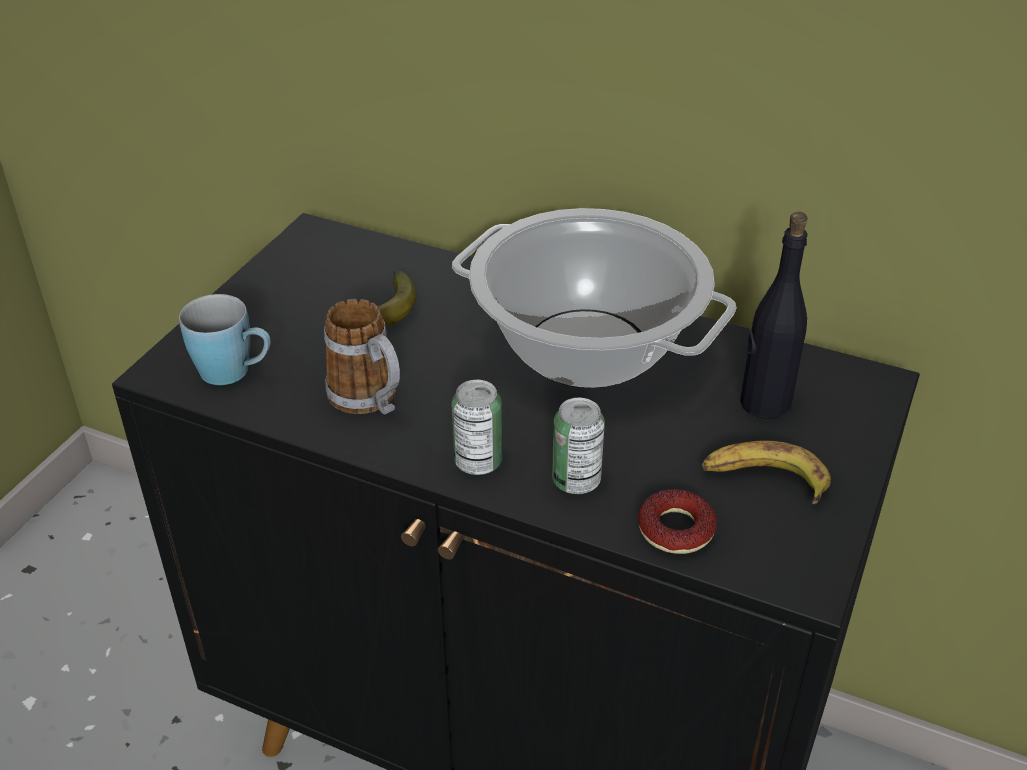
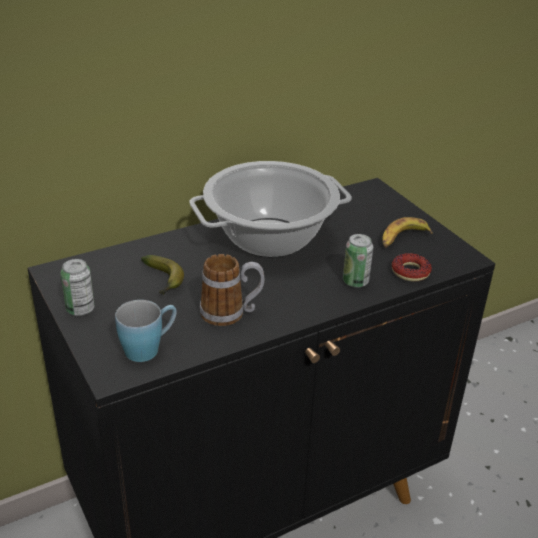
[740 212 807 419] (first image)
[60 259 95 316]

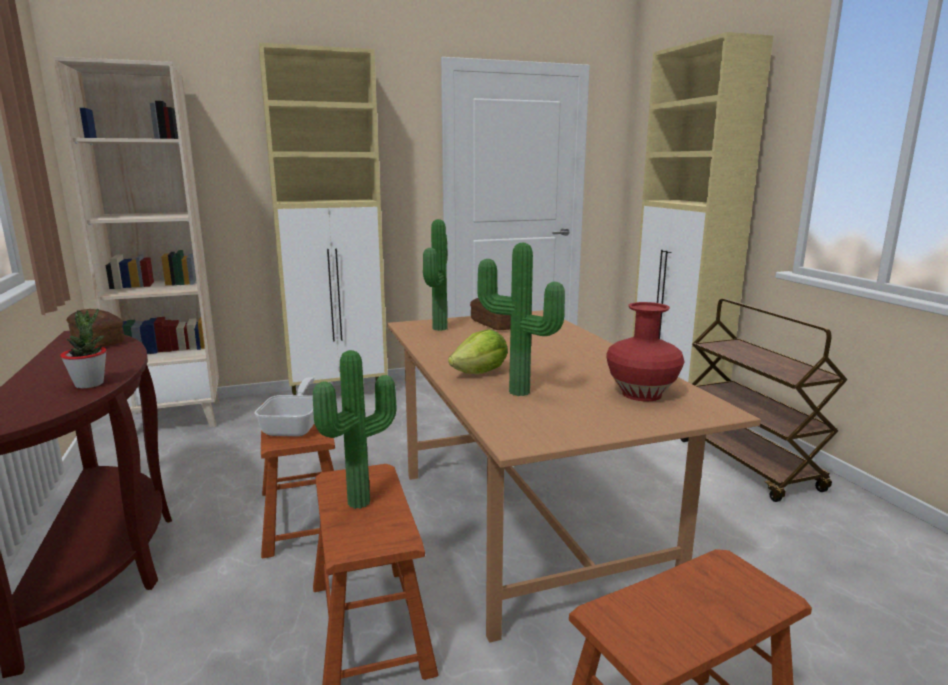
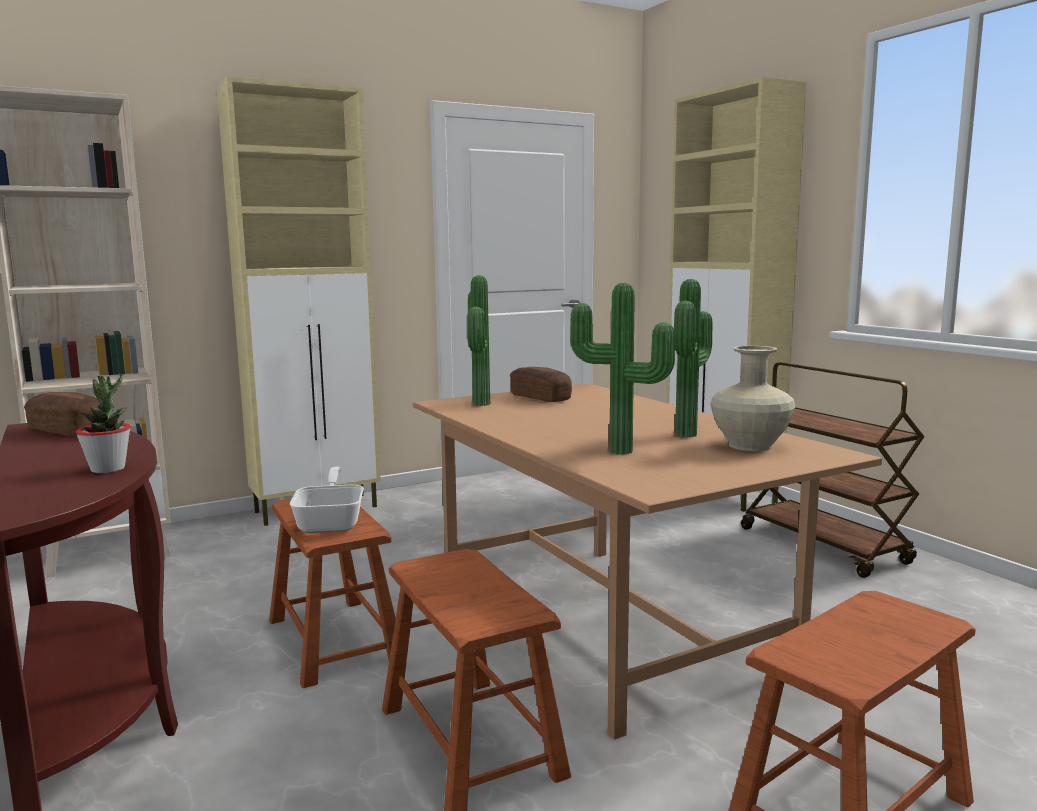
[448 330 508 374] (first image)
[674 279 712 438]
[710 346 795 451]

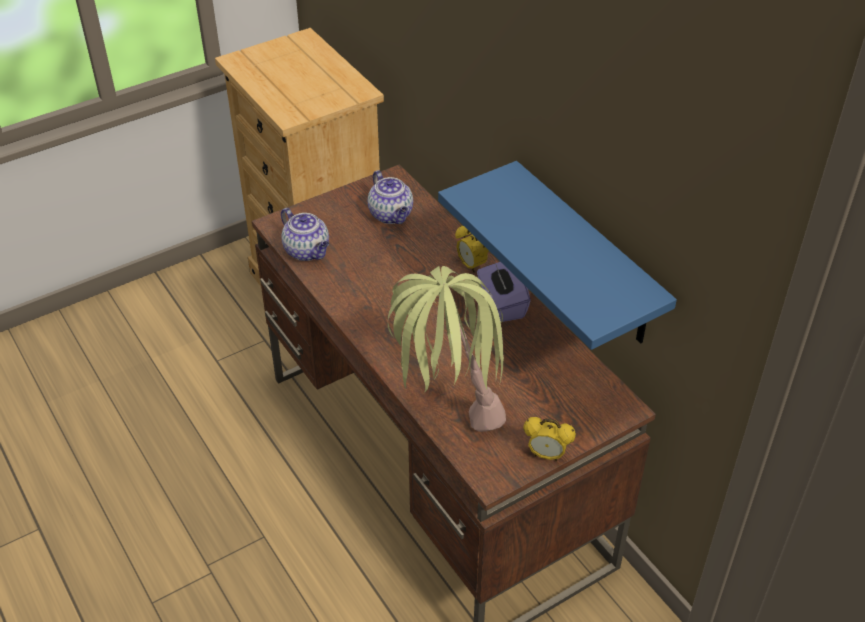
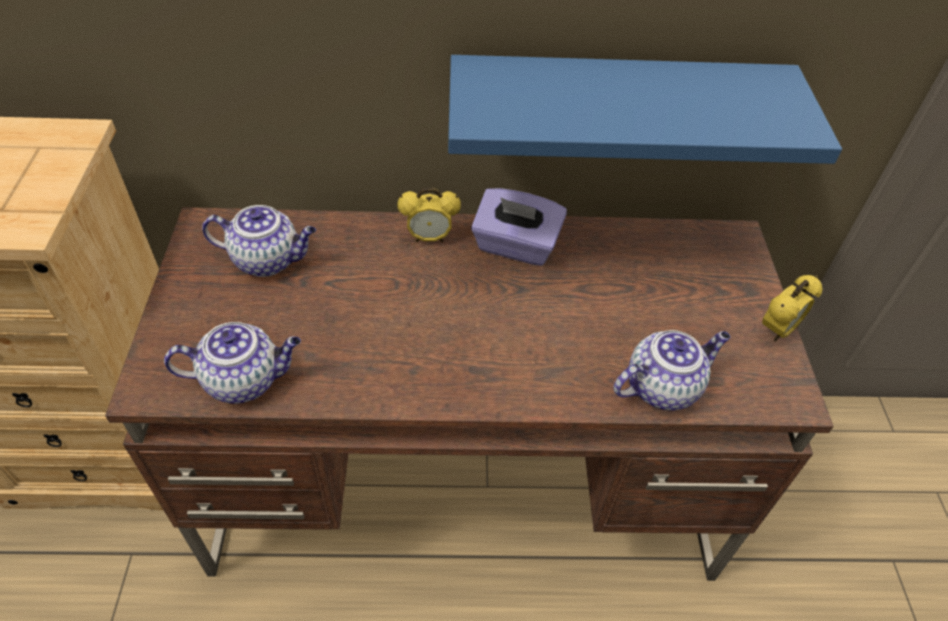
[613 330 730 410]

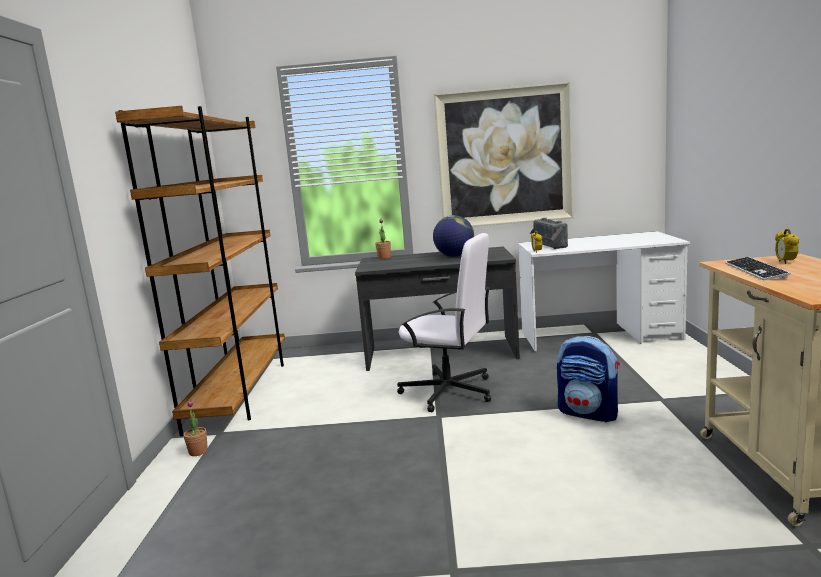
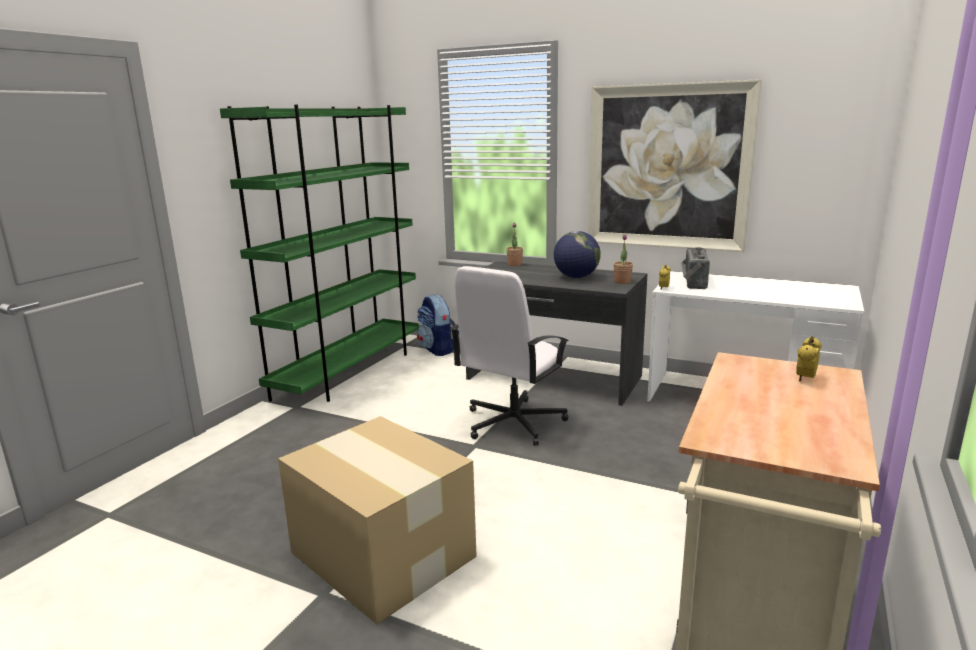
[725 257 791 280] (first image)
[278 416 477 624]
[614 235 633 284]
[417 294 459 356]
[220 105 419 402]
[450 266 569 446]

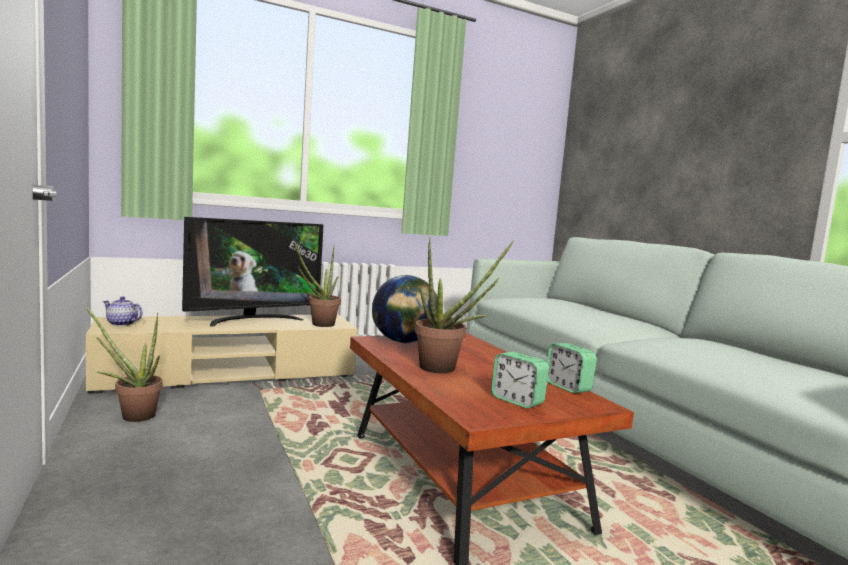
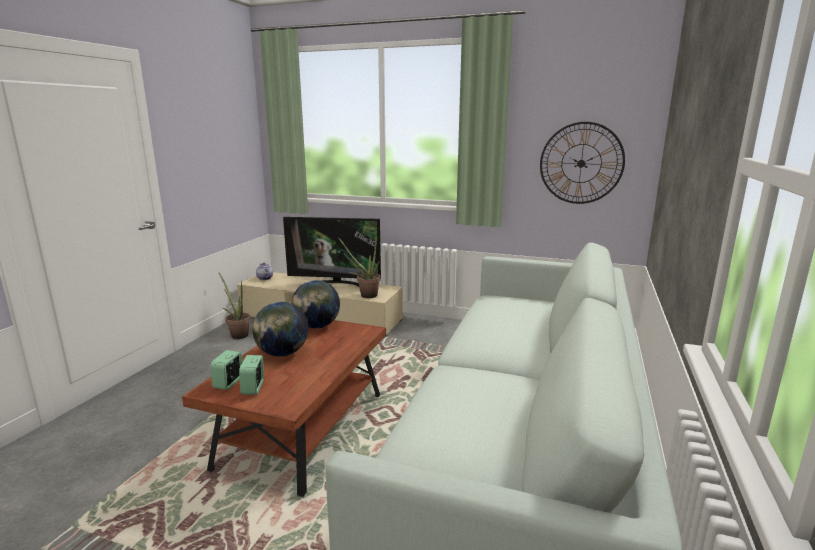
[540 122 625 204]
[211 350 242 390]
[252 302 308 357]

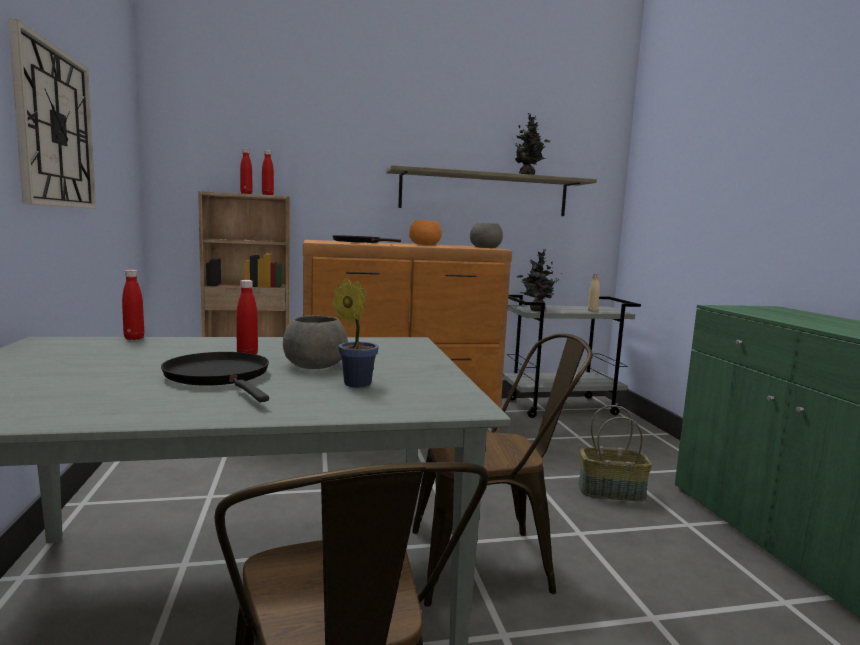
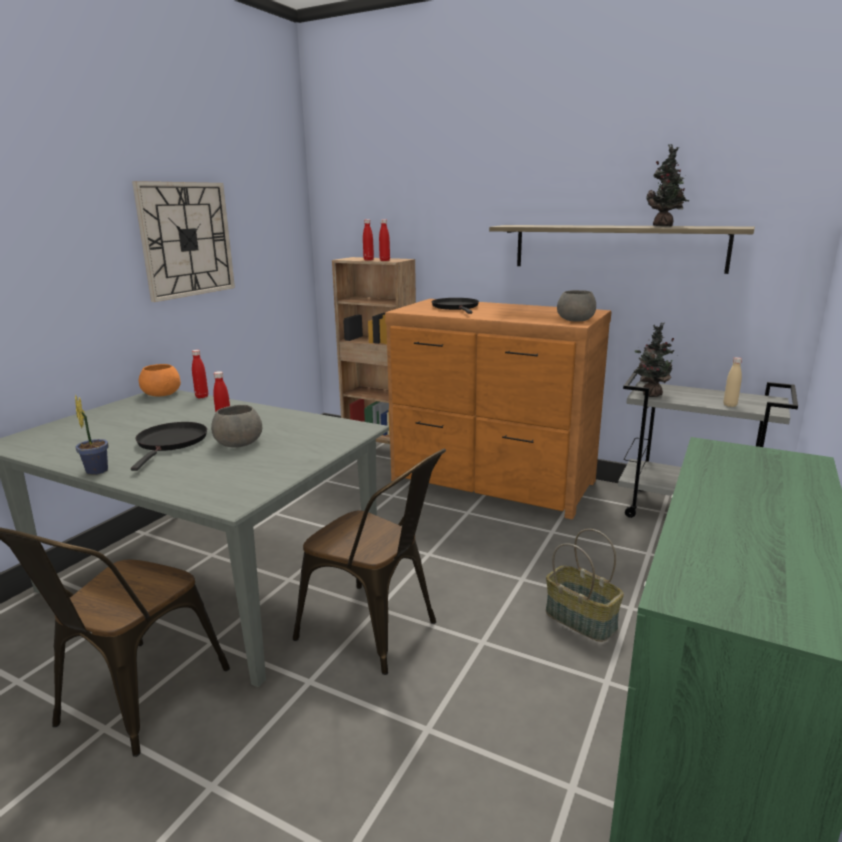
[75 395 108 475]
[139 364 181 397]

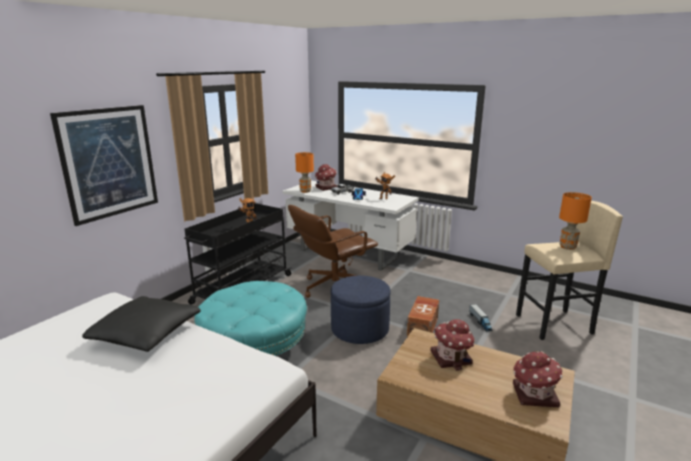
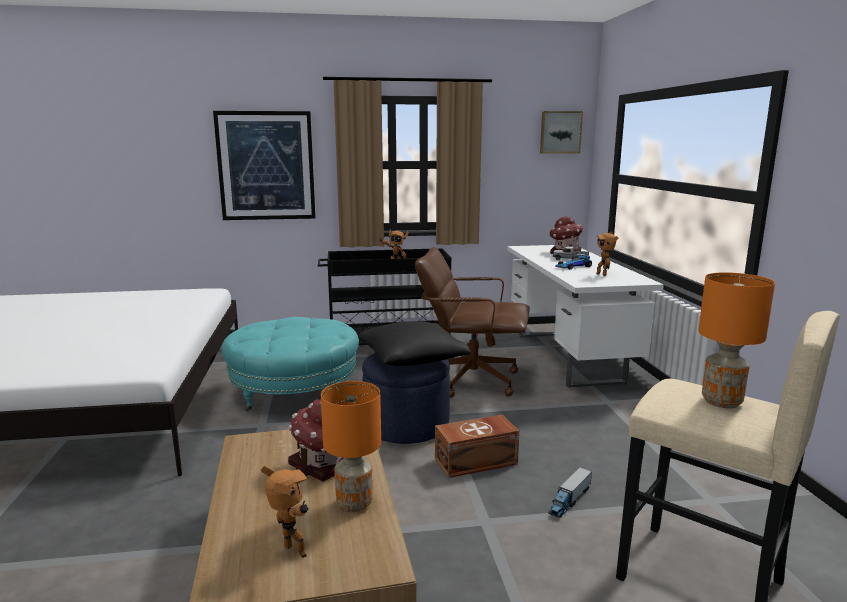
[540 111 583 154]
[358 321 471 366]
[321 381 381 513]
[261 466 309 558]

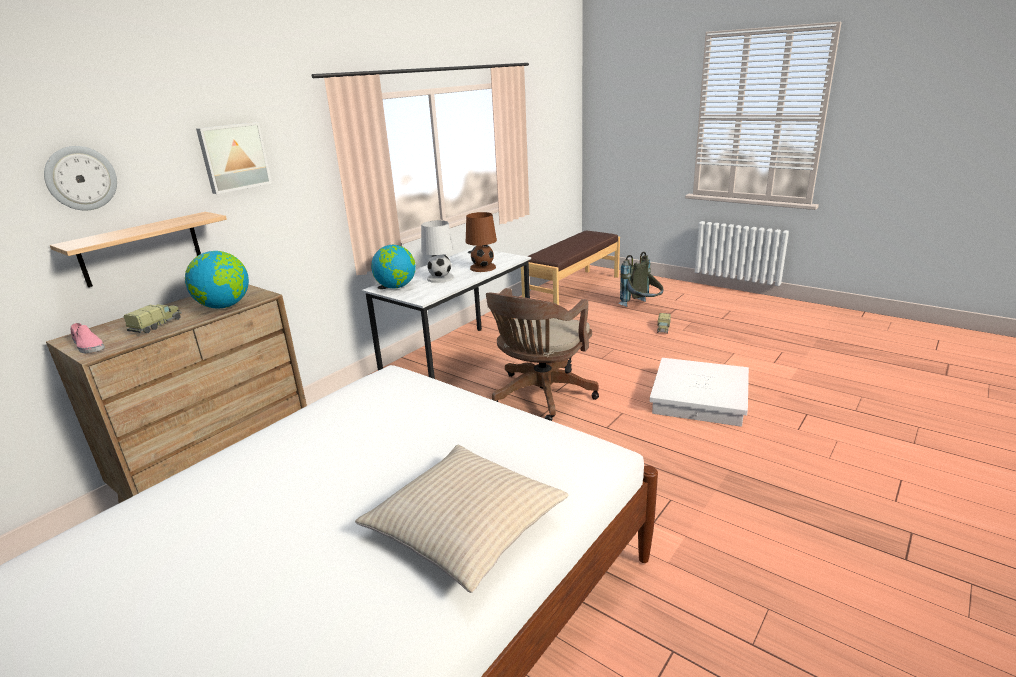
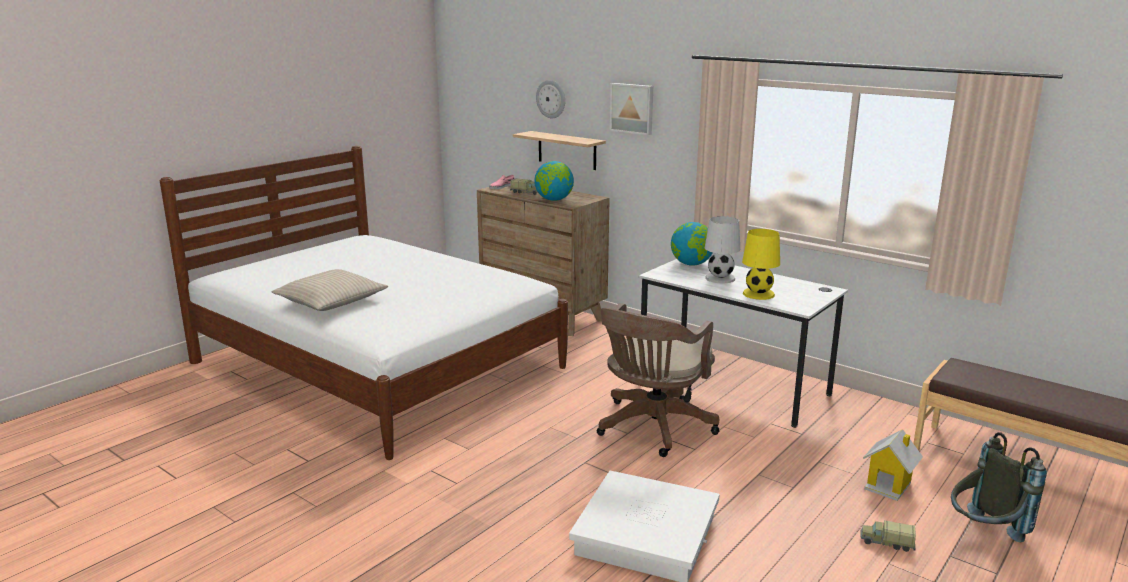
[863 429 923 501]
[742 229 780 300]
[597 303 719 457]

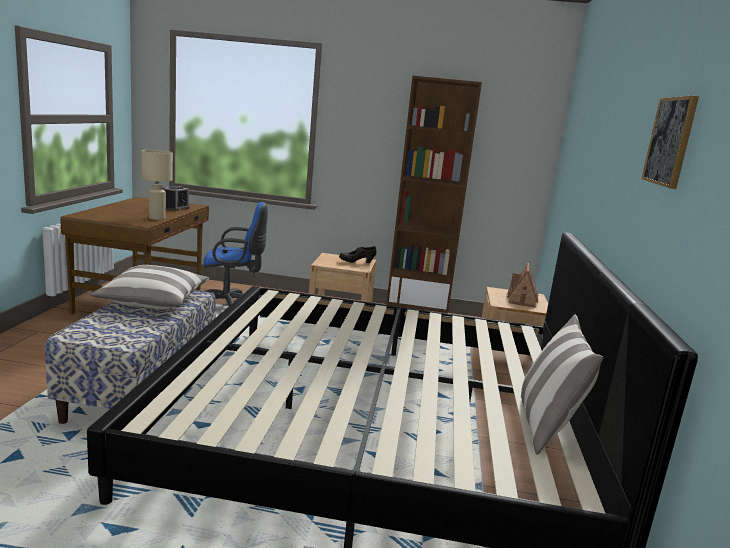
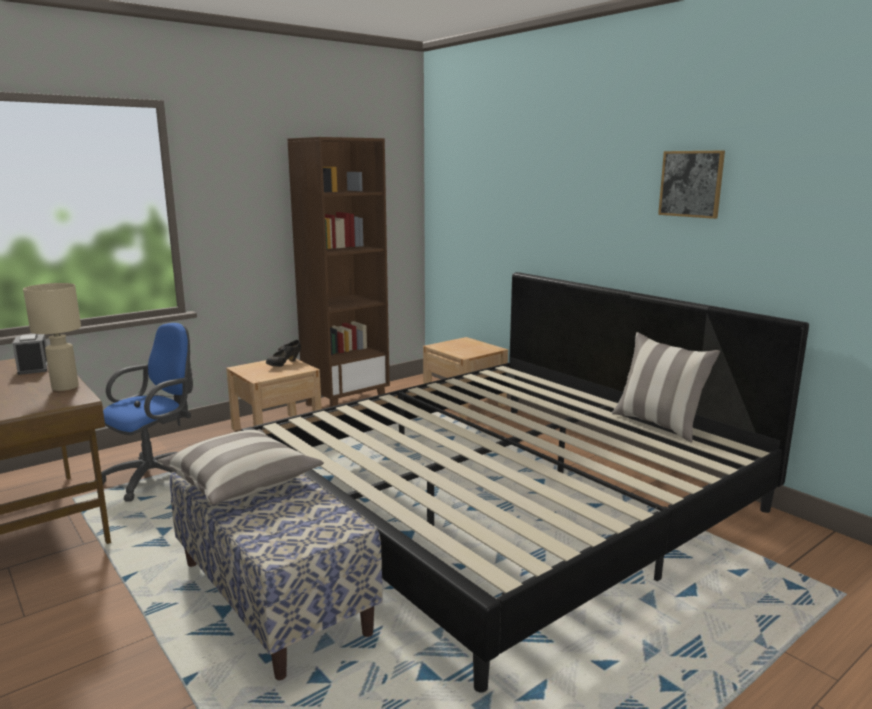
[506 263 538 308] (first image)

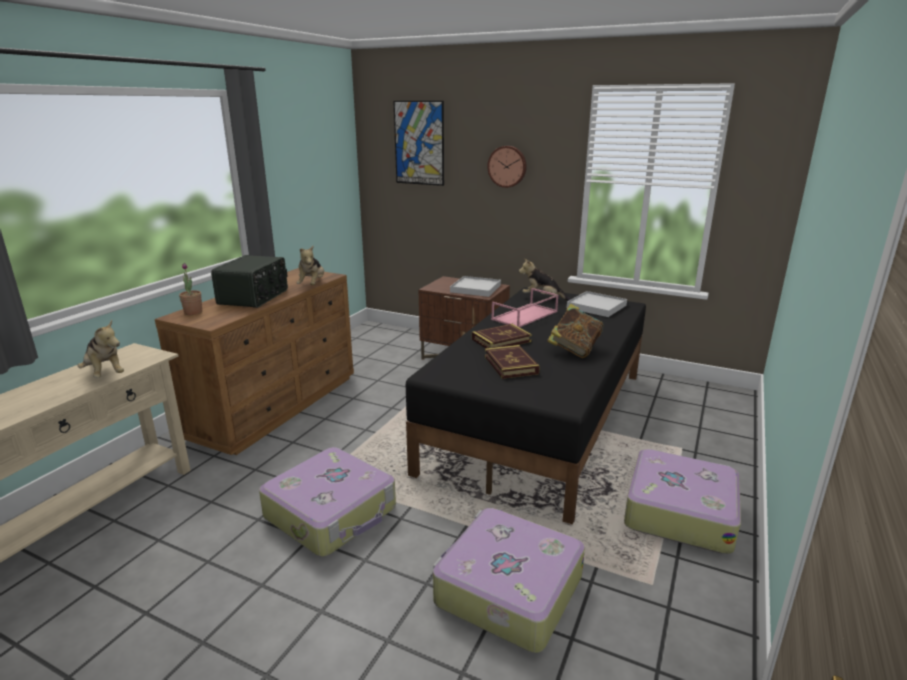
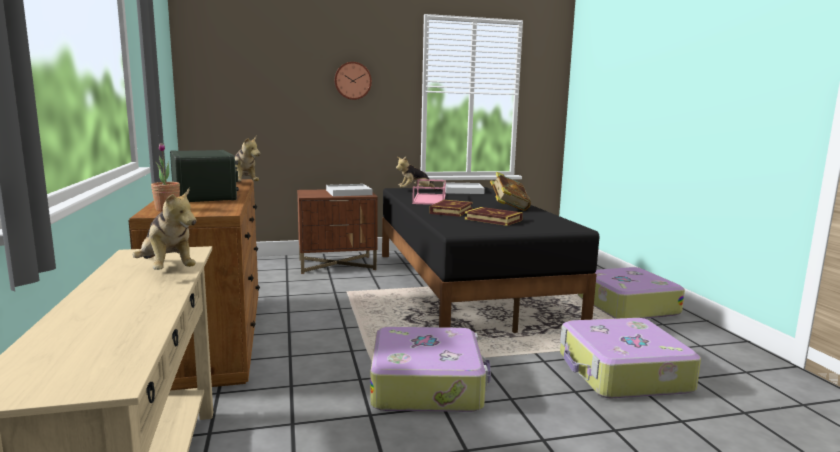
[393 101 444 186] (first image)
[132 188 196 270]

